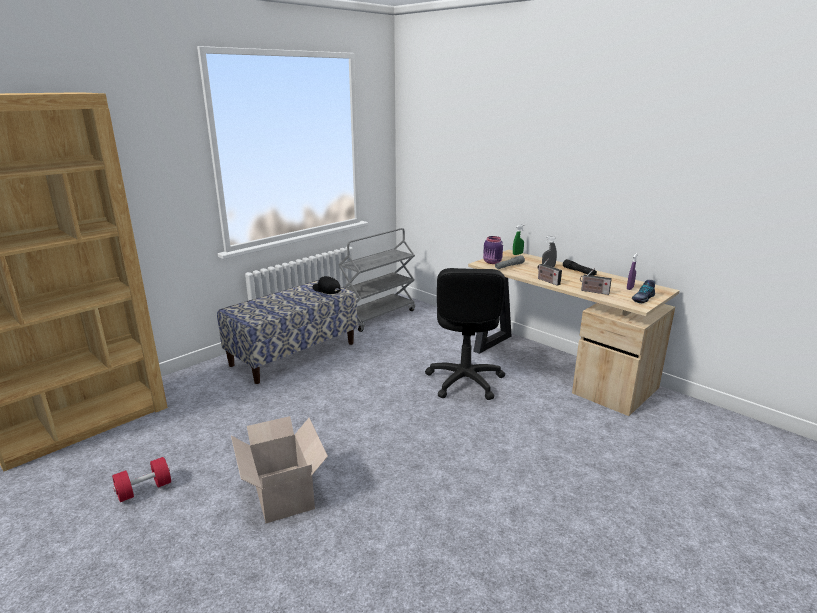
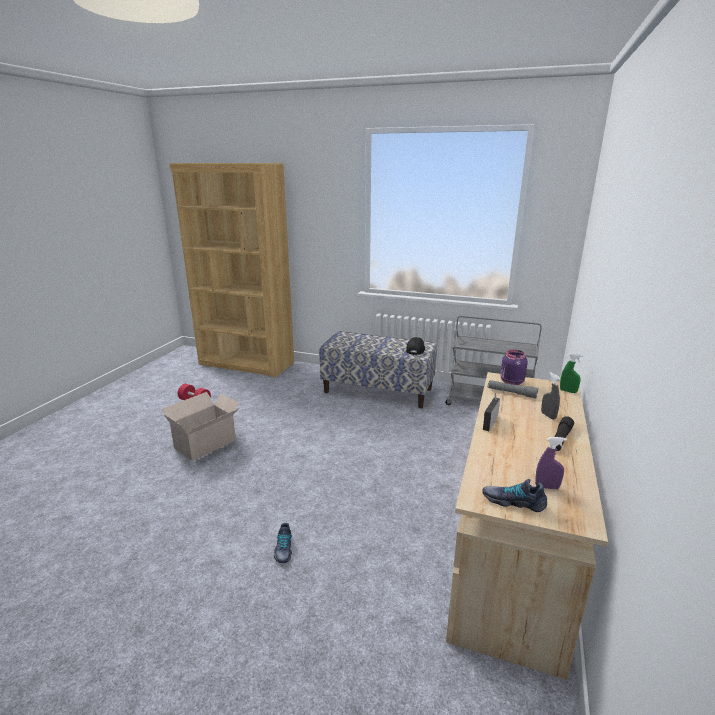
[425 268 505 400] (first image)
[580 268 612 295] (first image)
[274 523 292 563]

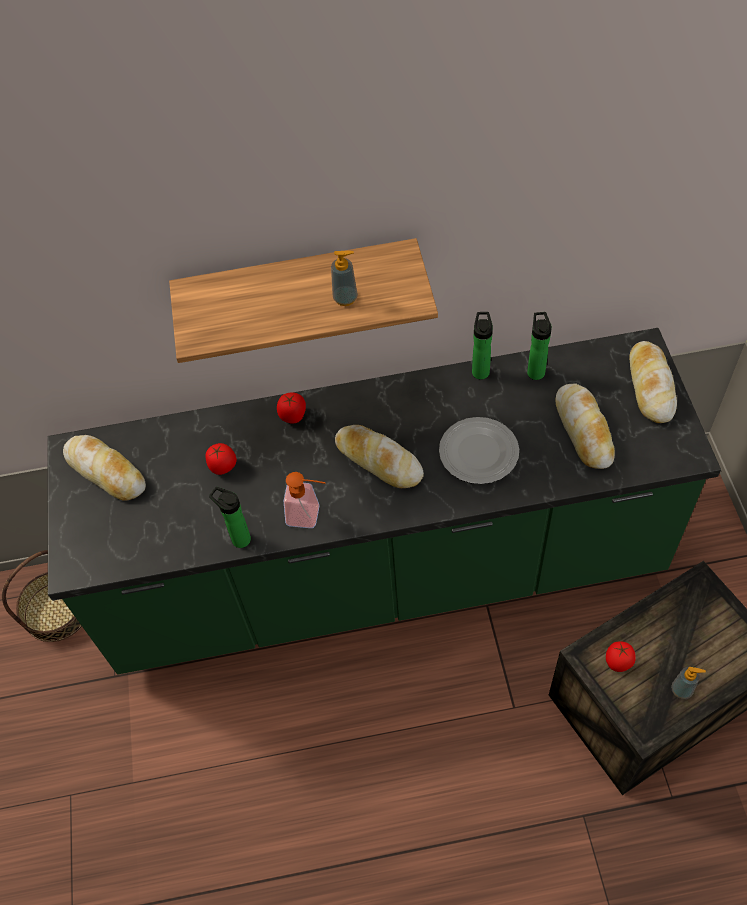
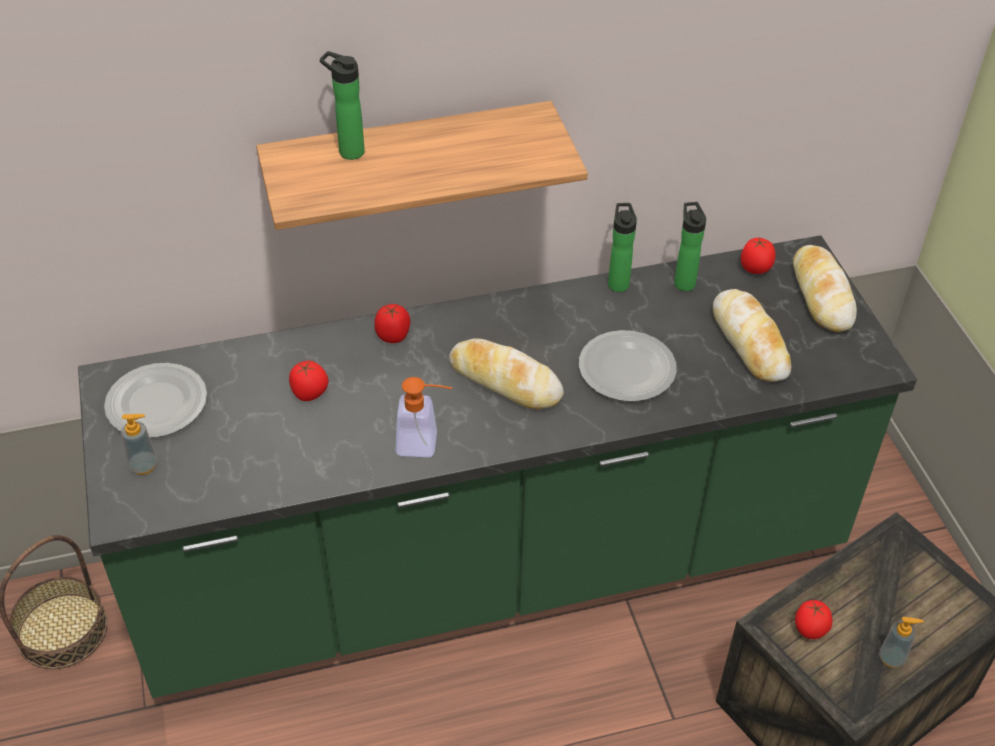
[741 237 776 274]
[320 51 365 160]
[121 414 158 475]
[104 363 207 438]

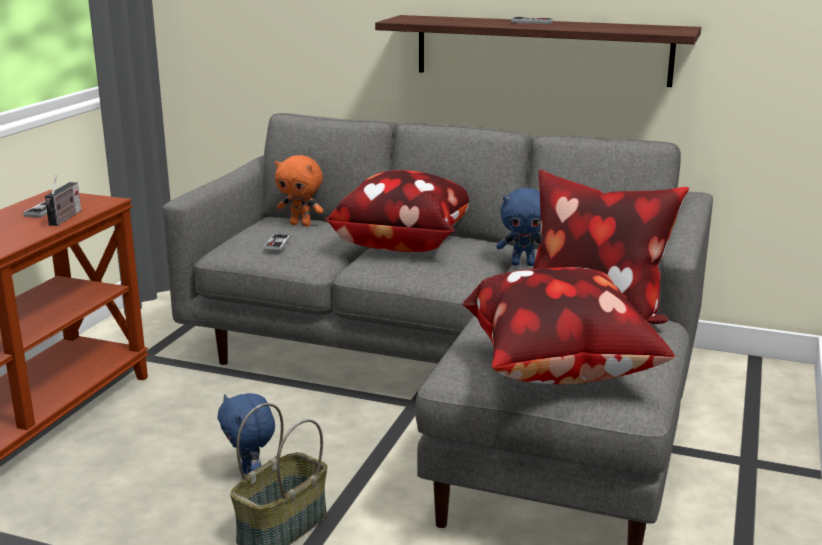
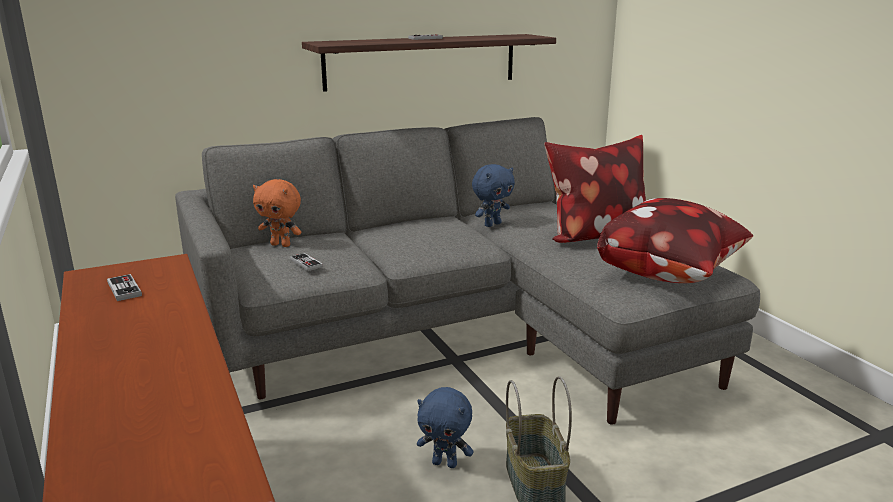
[45 175 81 226] (first image)
[324 170 469 252] (first image)
[253 179 302 247]

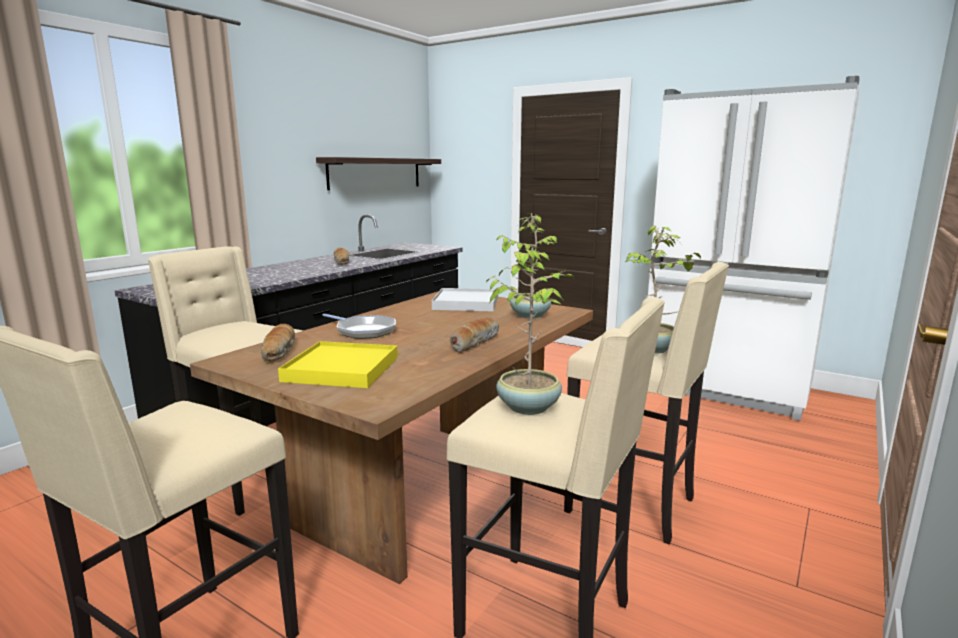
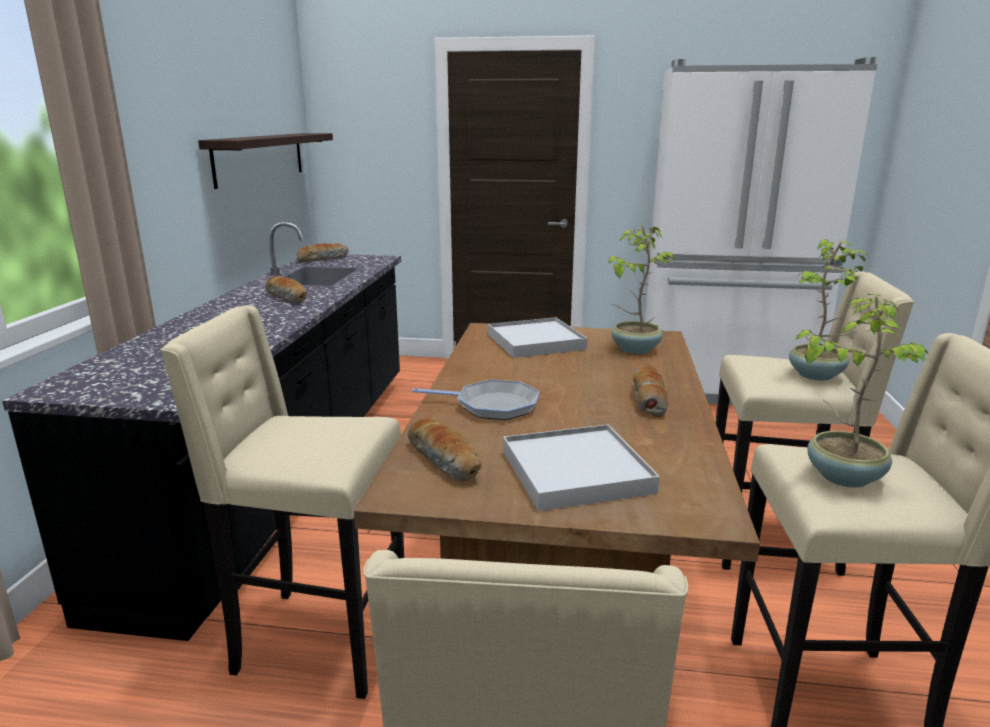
[296 243 348 263]
[503 424 660 511]

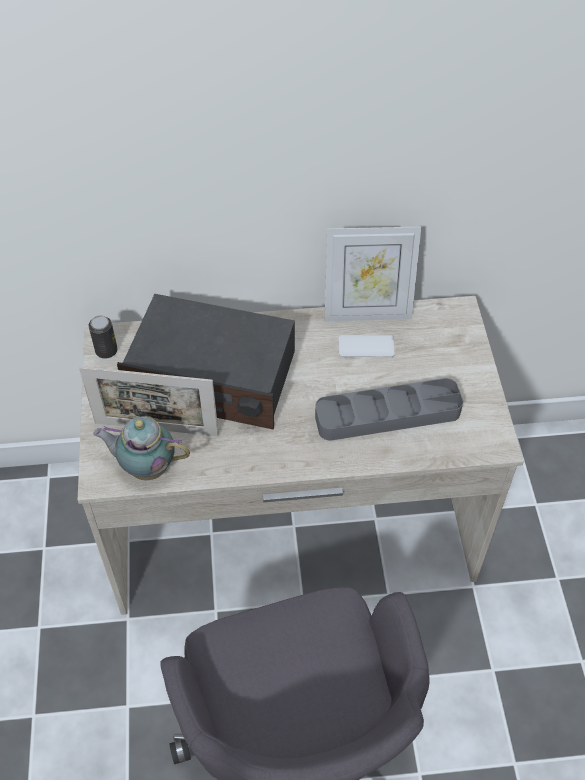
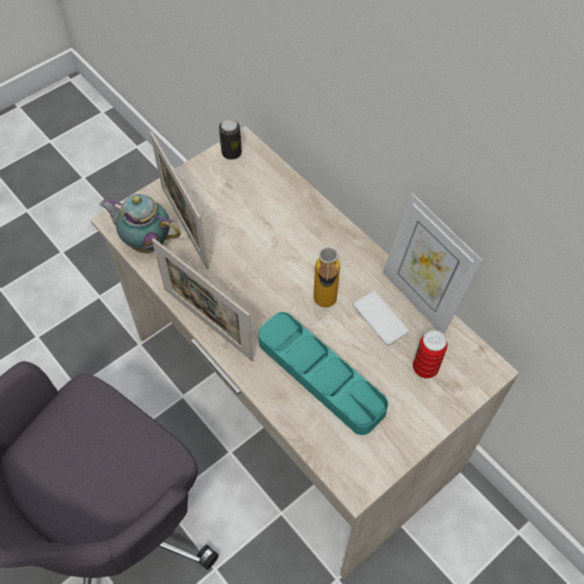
[117 294 295 430] (first image)
[152 238 254 361]
[314 247 340 307]
[413 330 448 378]
[258 312 388 435]
[99 194 181 253]

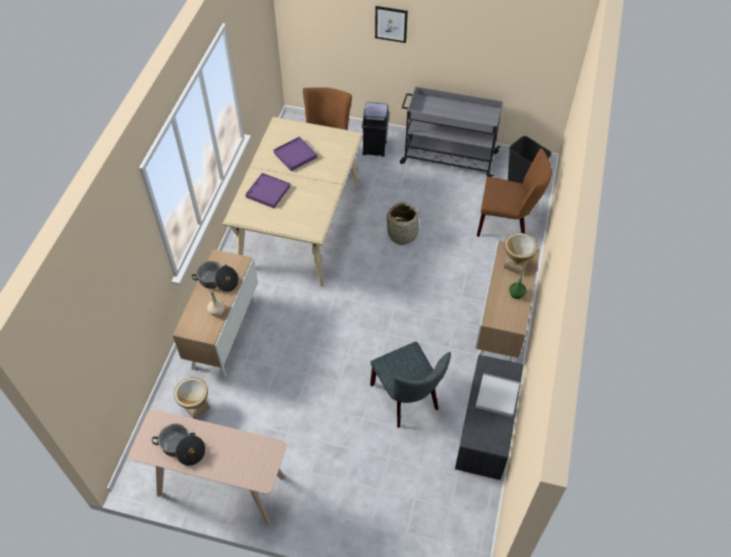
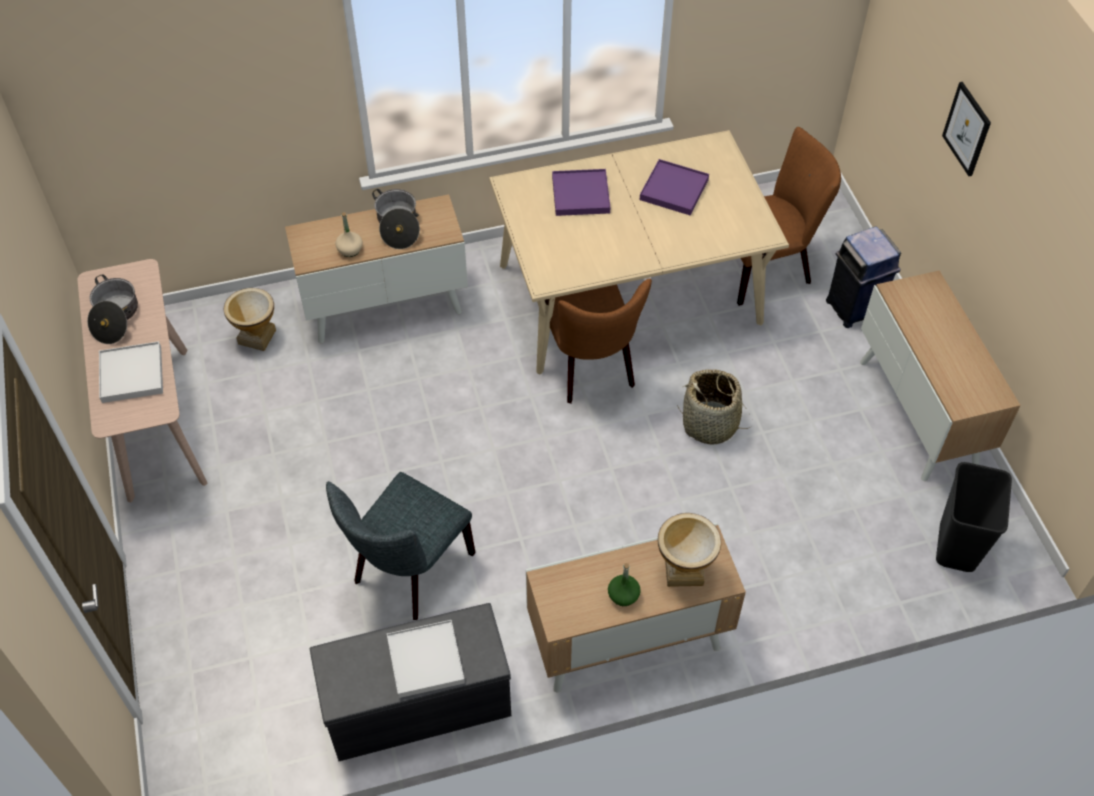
[99 341 163 403]
[550 278 652 404]
[860 270 1021 481]

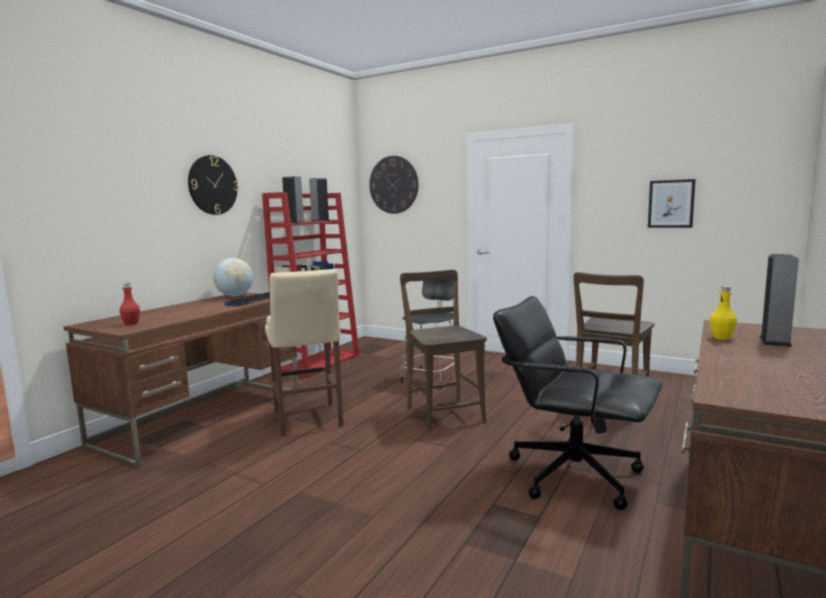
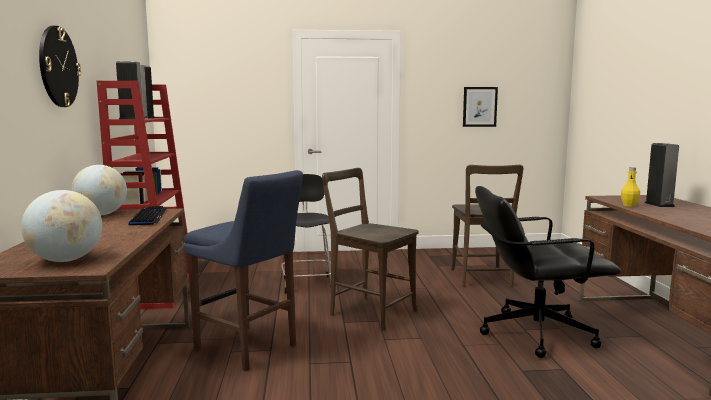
[369 156 419 214] (first image)
[21 190 102 262]
[184 170 303 371]

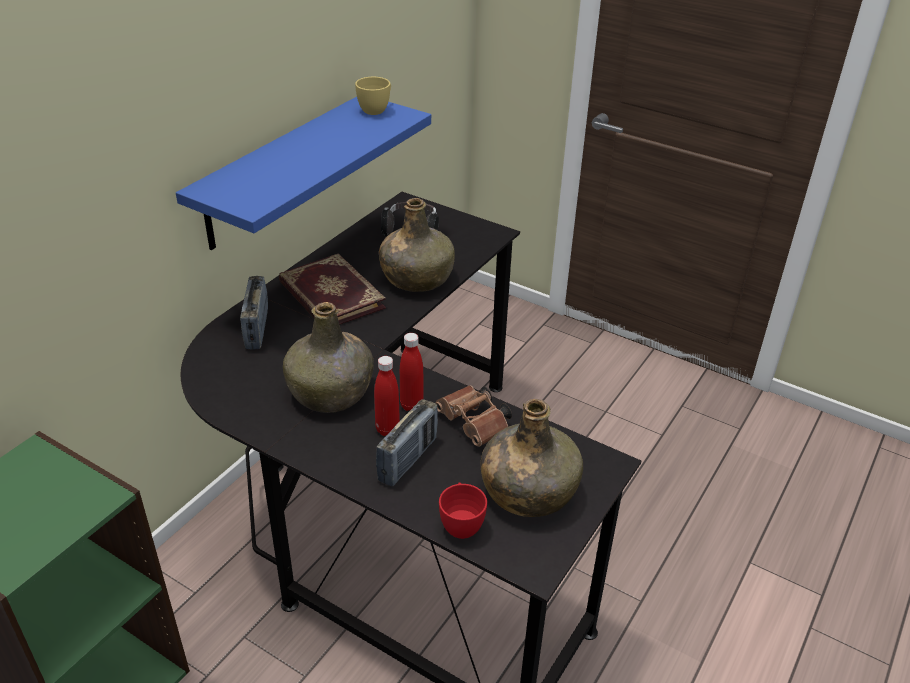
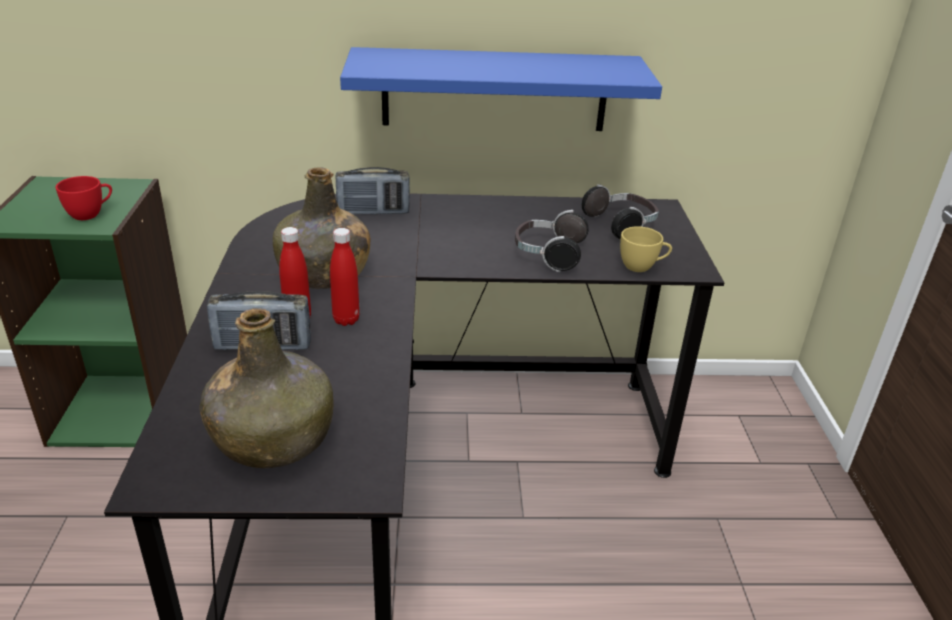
[279 253 386 325] (first image)
[435 385 512 447] (first image)
[620 226 672 272]
[56 176 112 220]
[515 210 589 272]
[336 167 410 214]

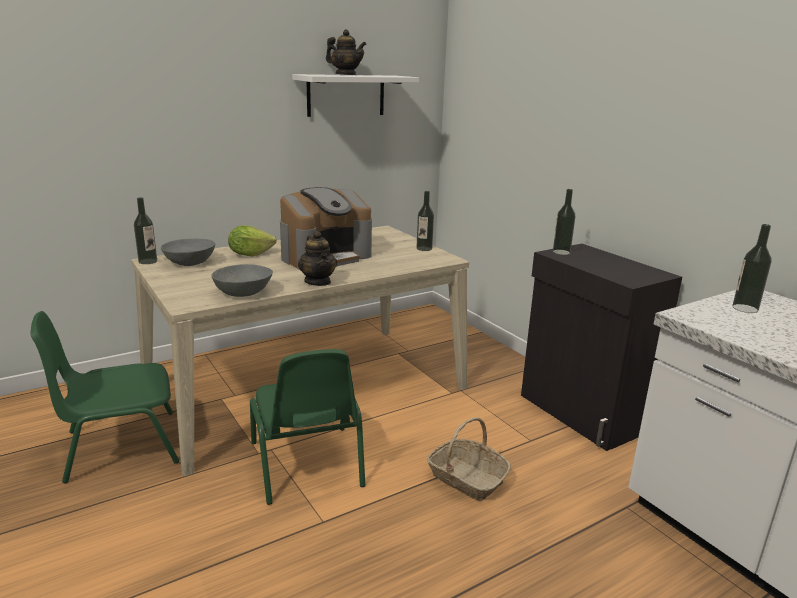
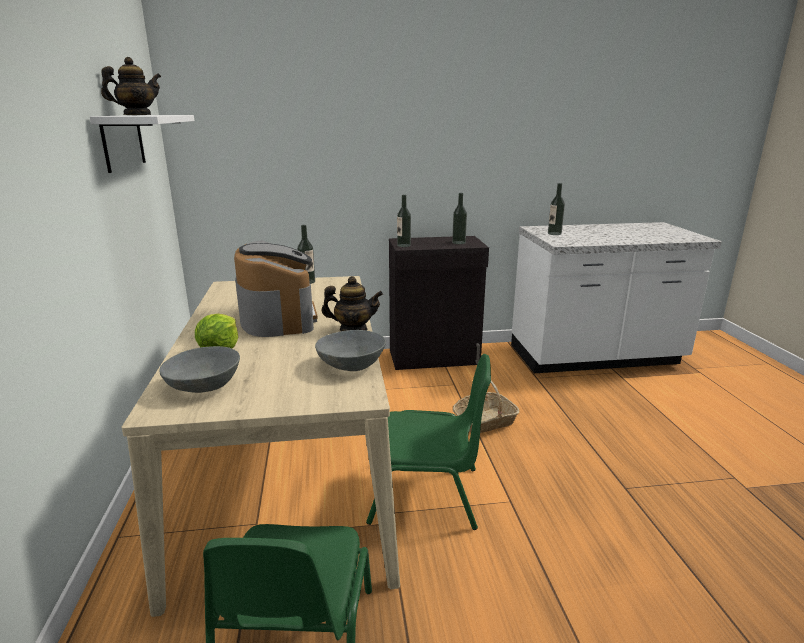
[452 193 467 244]

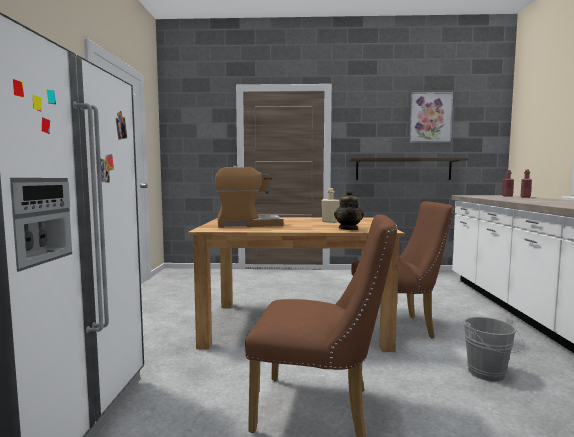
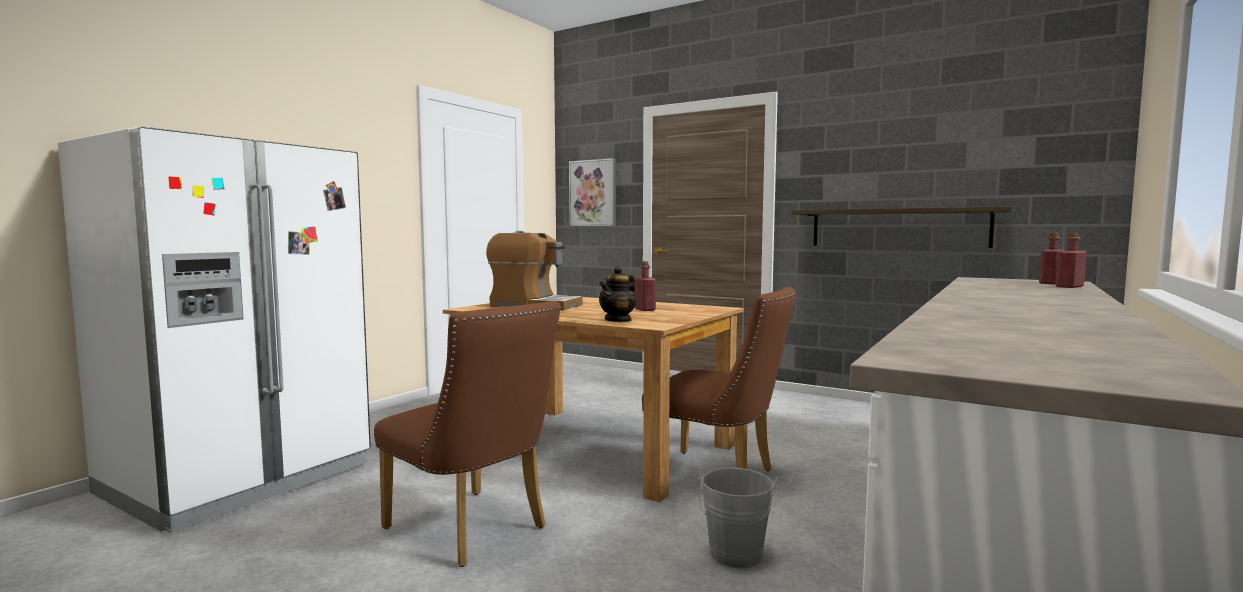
[569 158 616 226]
[634 261 656 311]

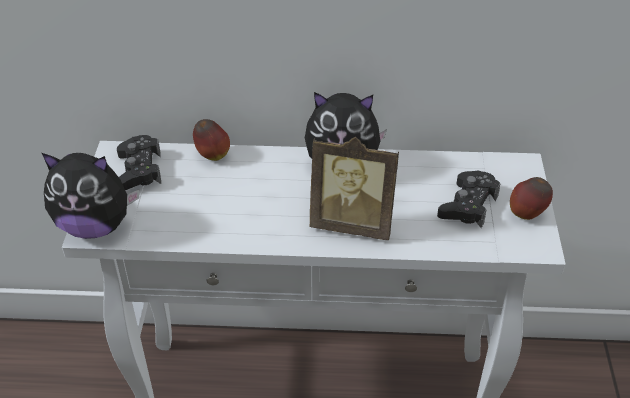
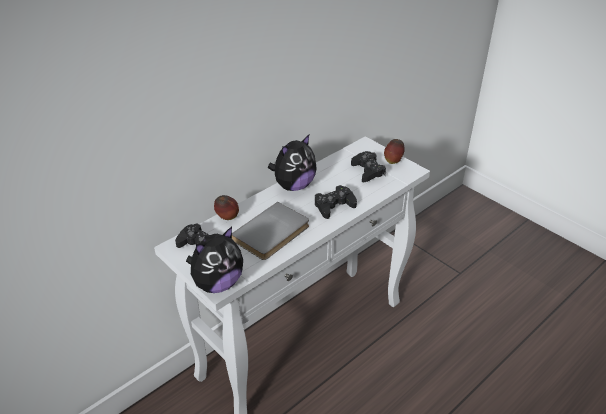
[232 202 309 260]
[315 185 357 219]

